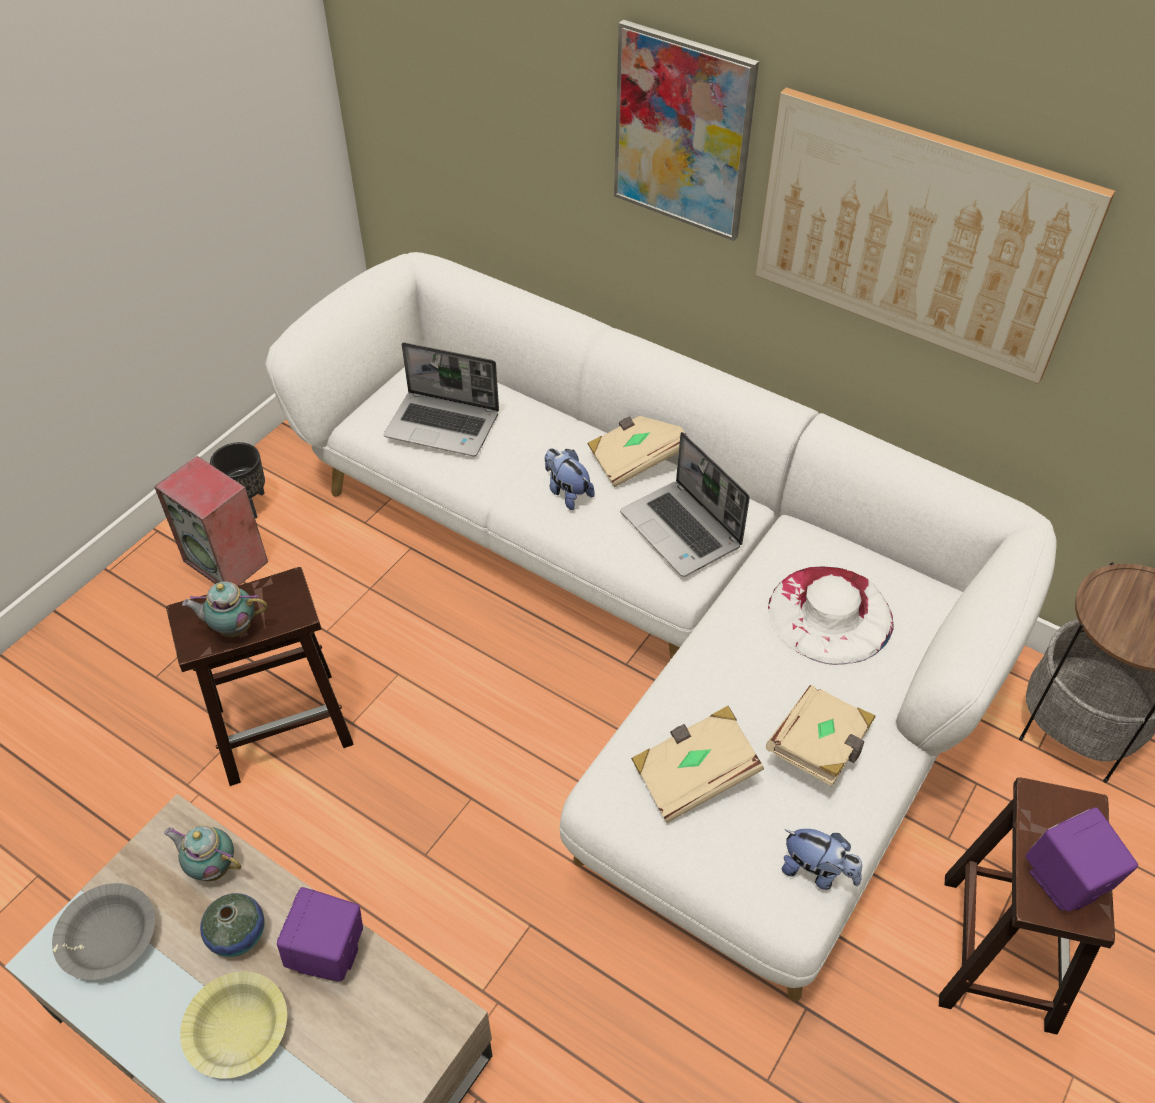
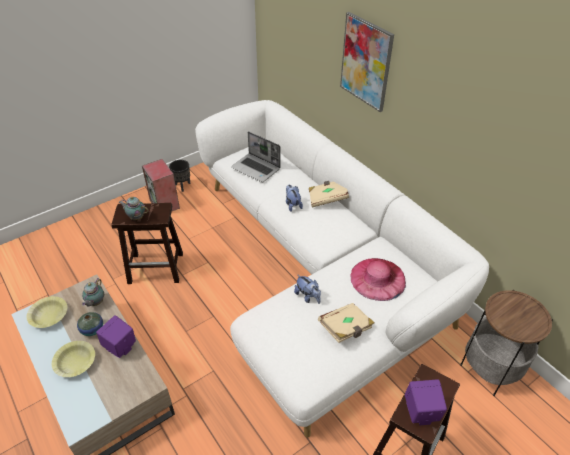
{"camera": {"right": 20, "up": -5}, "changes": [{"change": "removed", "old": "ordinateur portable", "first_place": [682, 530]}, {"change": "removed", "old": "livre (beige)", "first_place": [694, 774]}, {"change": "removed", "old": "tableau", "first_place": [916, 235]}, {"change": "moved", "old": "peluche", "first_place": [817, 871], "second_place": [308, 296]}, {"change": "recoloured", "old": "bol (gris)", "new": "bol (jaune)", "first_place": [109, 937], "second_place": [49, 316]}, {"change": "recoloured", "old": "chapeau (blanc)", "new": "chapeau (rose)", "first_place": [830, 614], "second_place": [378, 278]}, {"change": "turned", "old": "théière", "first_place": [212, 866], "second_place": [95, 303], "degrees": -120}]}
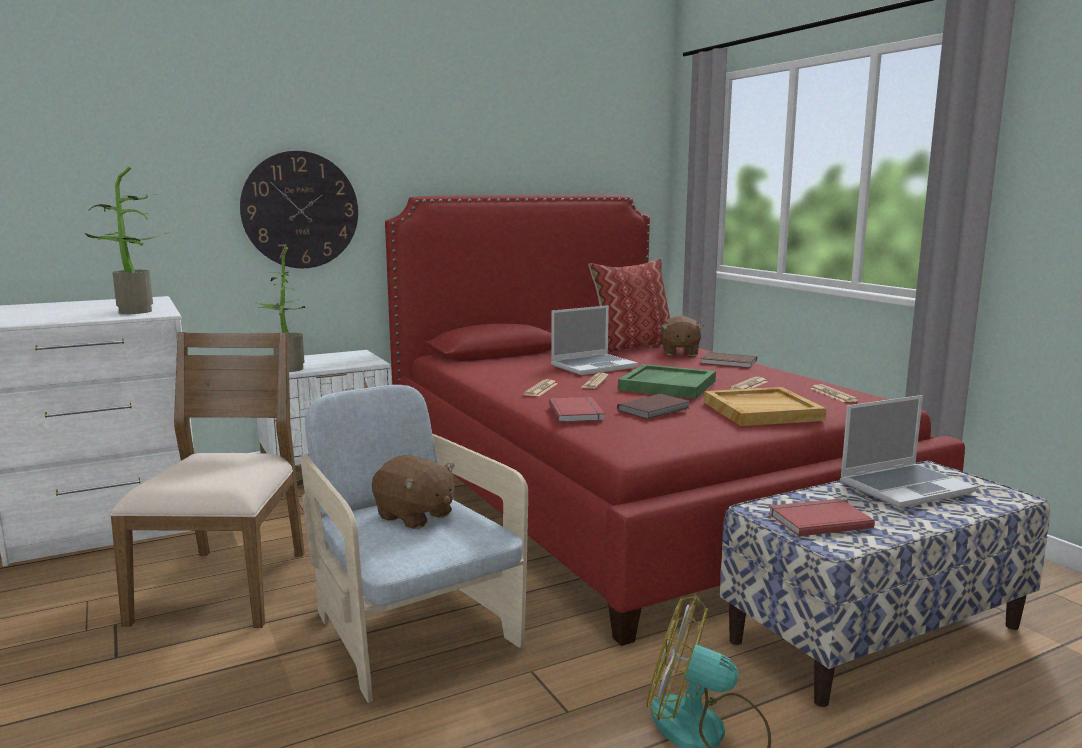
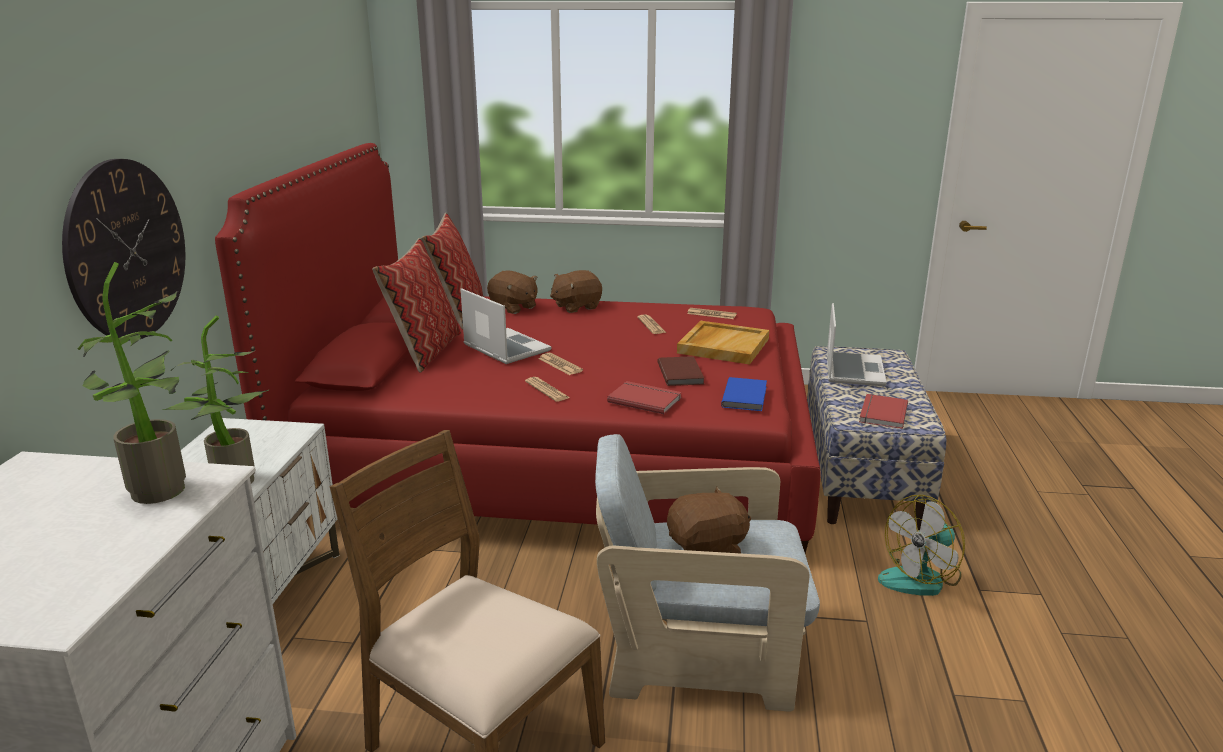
{"camera": {"right": -55, "up": 10}, "changes": [{"change": "removed", "old": "plateau (vert)", "first_place": [667, 385]}, {"change": "added", "new": "coussin", "second_place": [424, 351]}, {"change": "added", "new": "livre (bleu)", "second_place": [746, 396]}, {"change": "replaced", "old": "livre (marron)", "new": "peluche (marron)", "first_place": [728, 363], "second_place": [576, 307]}, {"change": "turned", "old": "ordinateur portable", "first_place": [594, 366], "second_place": [505, 348], "degrees": -45}]}
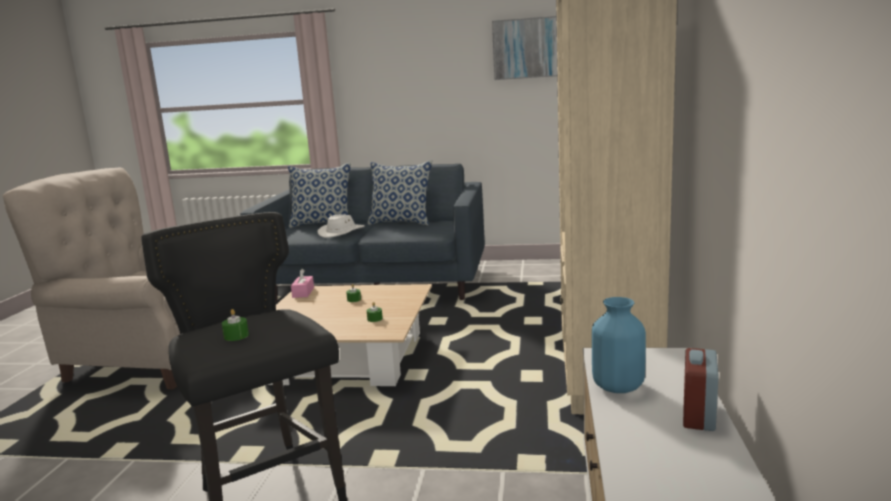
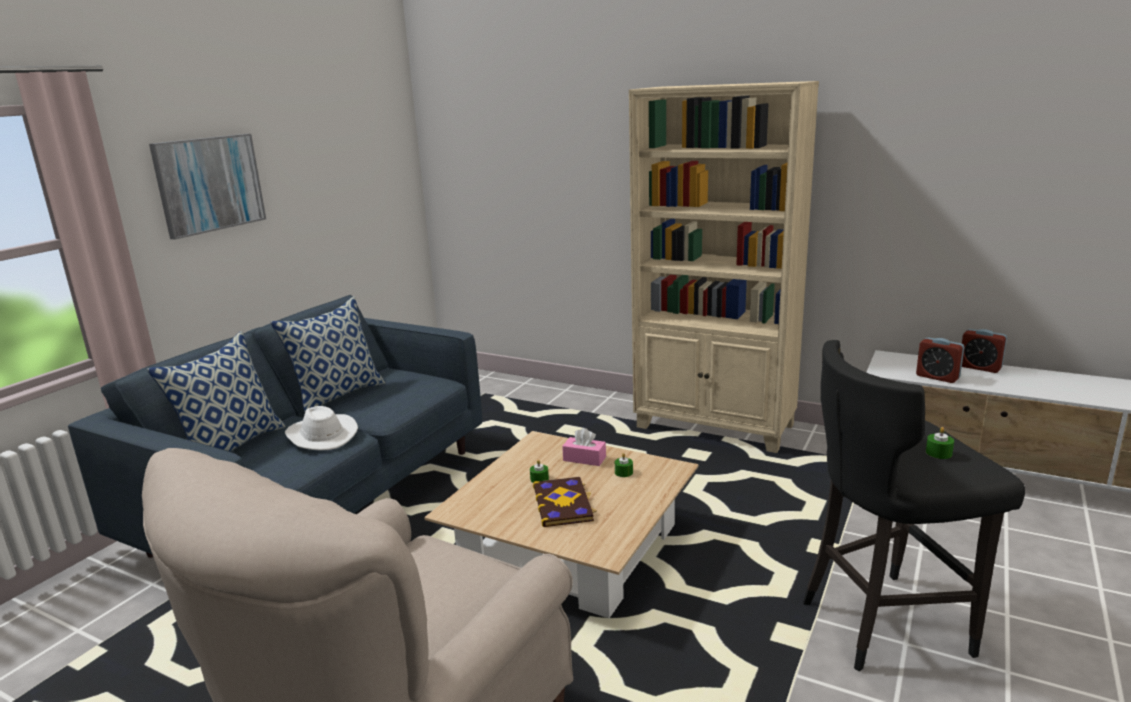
{"camera": {"right": -70, "up": 5}, "changes": [{"change": "added", "new": "livre", "second_place": [563, 503]}, {"change": "moved", "old": "boîte à mouchoirs (rose)", "first_place": [303, 292], "second_place": [584, 459]}, {"change": "moved", "old": "tableau", "first_place": [528, 48], "second_place": [209, 184]}, {"change": "replaced", "old": "vase (bleu)", "new": "réveil", "first_place": [618, 387], "second_place": [937, 377]}]}
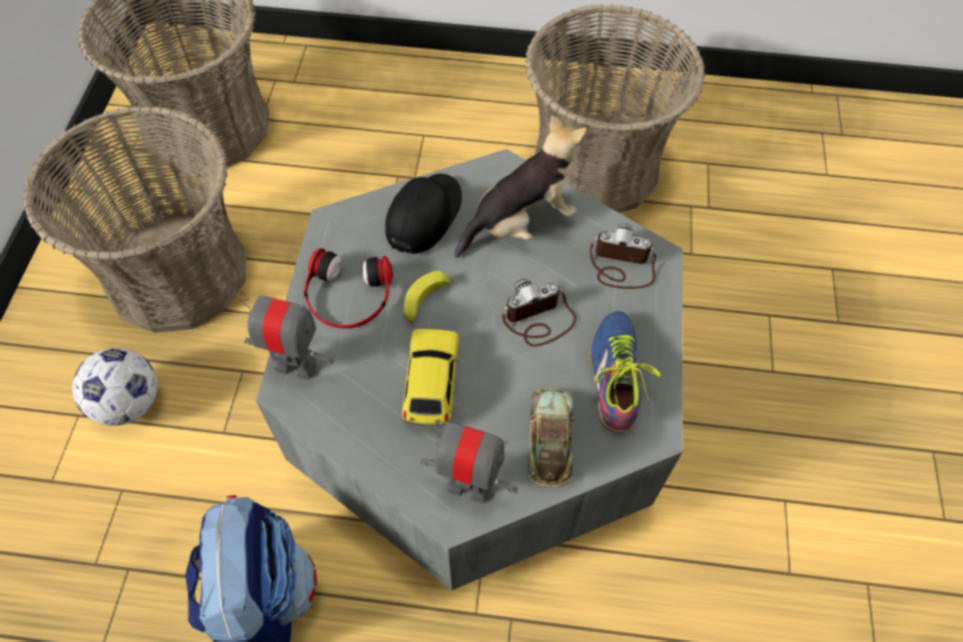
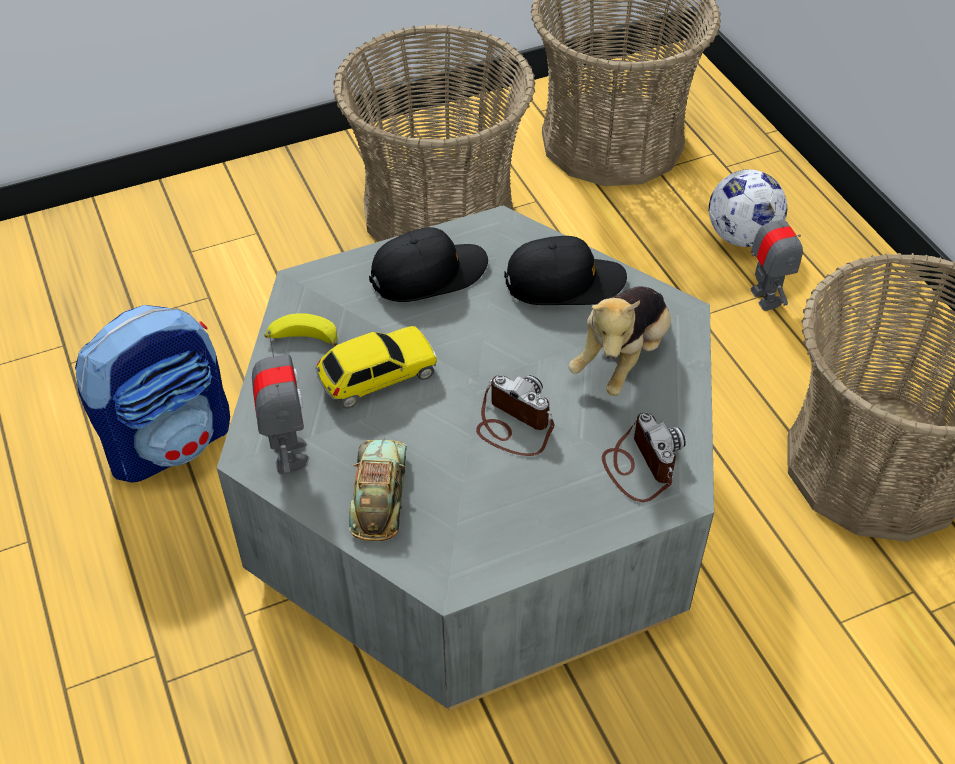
{"camera": {"right": 60, "up": -10}, "changes": [{"change": "removed", "old": "chaussure", "first_place": [615, 375]}, {"change": "moved", "old": "ballon de foot", "first_place": [129, 403], "second_place": [741, 237]}, {"change": "moved", "old": "robot jouet", "first_place": [295, 365], "second_place": [765, 297]}, {"change": "moved", "old": "banane", "first_place": [425, 301], "second_place": [302, 339]}, {"change": "replaced", "old": "casque audio", "new": "casquette (noir)", "first_place": [348, 295], "second_place": [428, 274]}, {"change": "turned", "old": "peluche", "first_place": [521, 223], "second_place": [622, 358], "degrees": 90}, {"change": "turned", "old": "petite voiture", "first_place": [550, 440], "second_place": [379, 494], "degrees": -60}]}
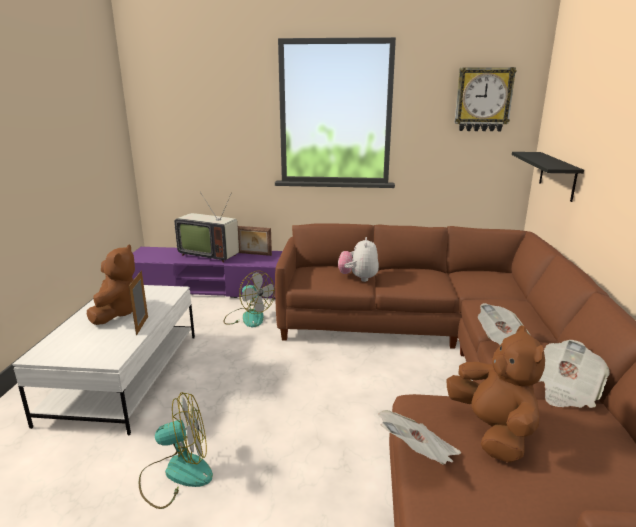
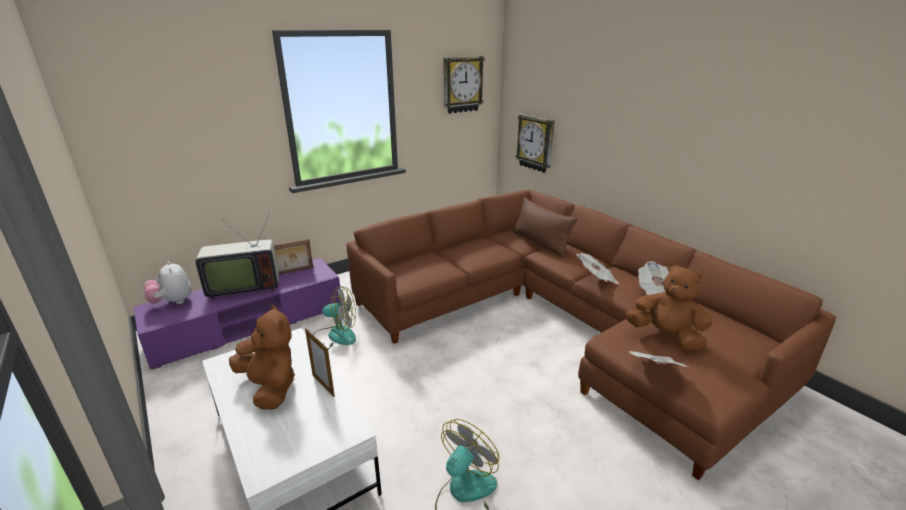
{"camera": {"right": -40, "up": 5}, "changes": [{"change": "added", "new": "coussin (marron)", "second_place": [540, 243]}, {"change": "moved", "old": "peluche", "first_place": [358, 278], "second_place": [173, 302]}, {"change": "replaced", "old": "étagère (noir)", "new": "horloge murale", "first_place": [557, 176], "second_place": [536, 143]}]}
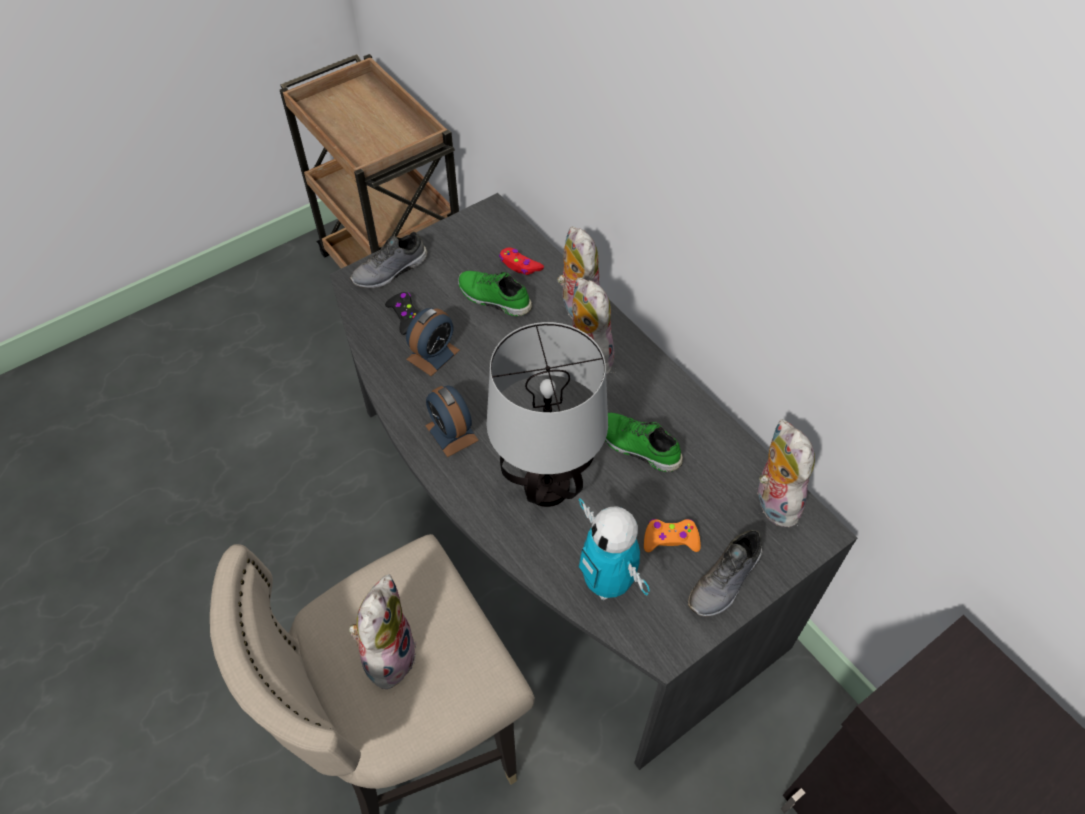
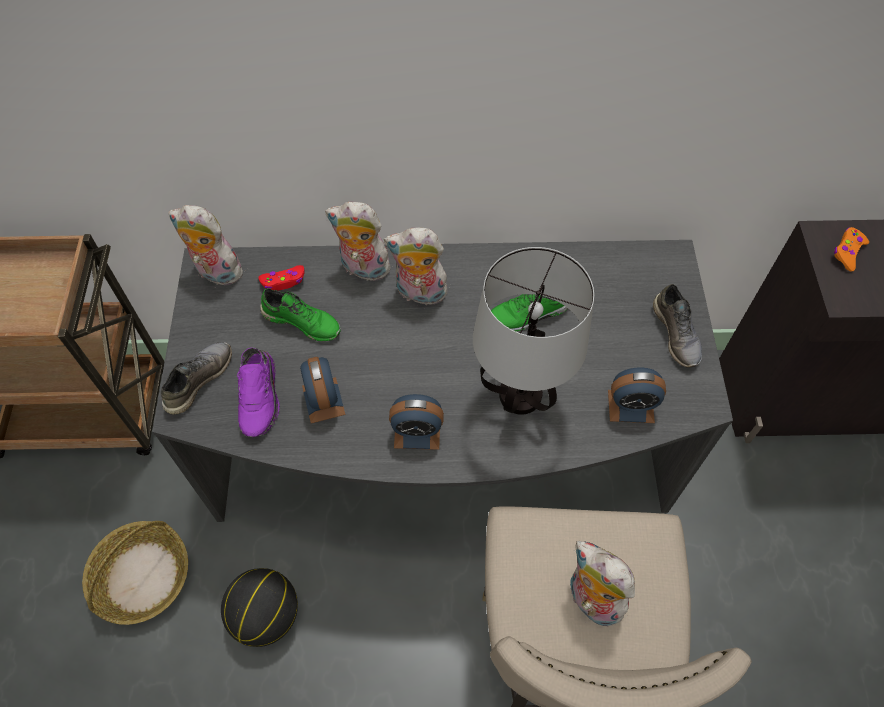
{"camera": {"right": -55, "up": 5}, "changes": [{"change": "added", "new": "panier", "second_place": [142, 576]}, {"change": "added", "new": "ballon de basket", "second_place": [267, 615]}, {"change": "moved", "old": "manette (orange)", "first_place": [670, 539], "second_place": [847, 252]}, {"change": "moved", "old": "peluche", "first_place": [772, 501], "second_place": [215, 272]}, {"change": "replaced", "old": "manette (noir)", "new": "chaussure (violet)", "first_place": [405, 316], "second_place": [261, 397]}, {"change": "replaced", "old": "robot jouet", "new": "réveil", "first_place": [607, 582], "second_place": [630, 406]}, {"change": "turned", "old": "chaussure (gris)", "first_place": [391, 271], "second_place": [198, 380], "degrees": -150}, {"change": "turned", "old": "chaussure (vert)", "first_place": [493, 299], "second_place": [302, 321], "degrees": -135}]}
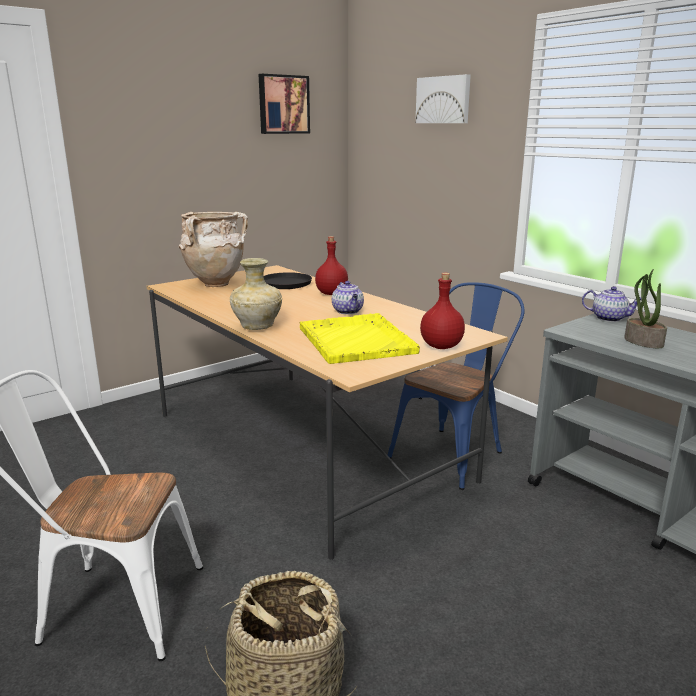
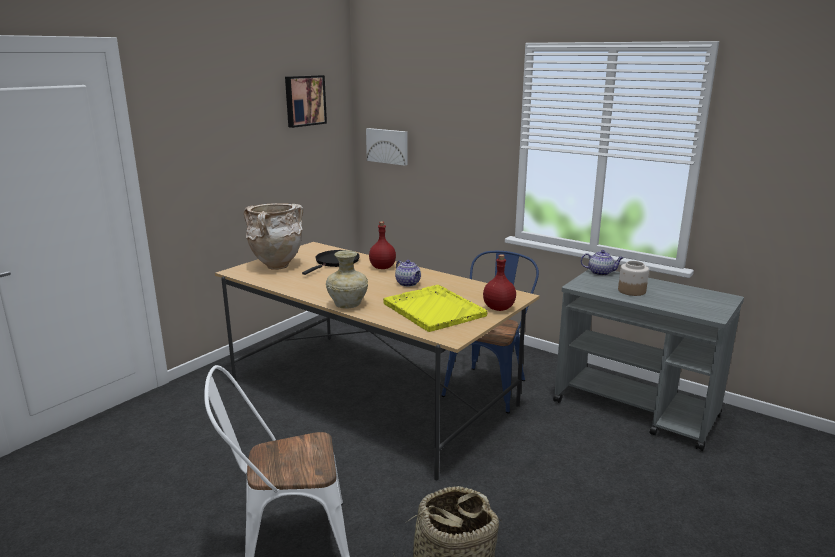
{"camera": {"right": -15, "up": 0}, "changes": [{"change": "moved", "old": "tableau", "first_place": [444, 100], "second_place": [388, 146]}, {"change": "replaced", "old": "plante en pot", "new": "bocal", "first_place": [642, 342], "second_place": [631, 291]}]}
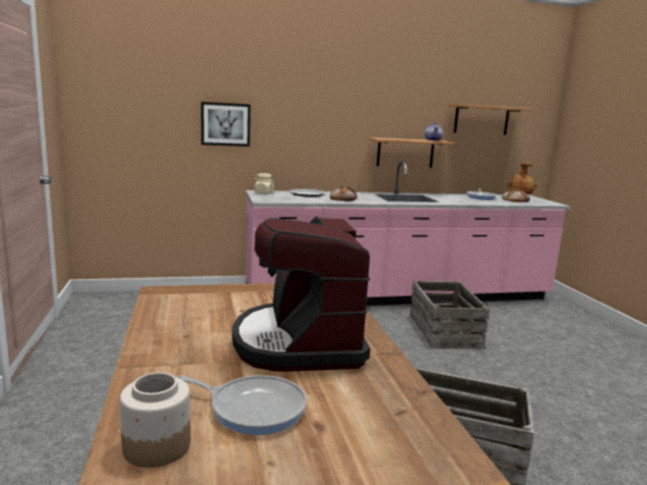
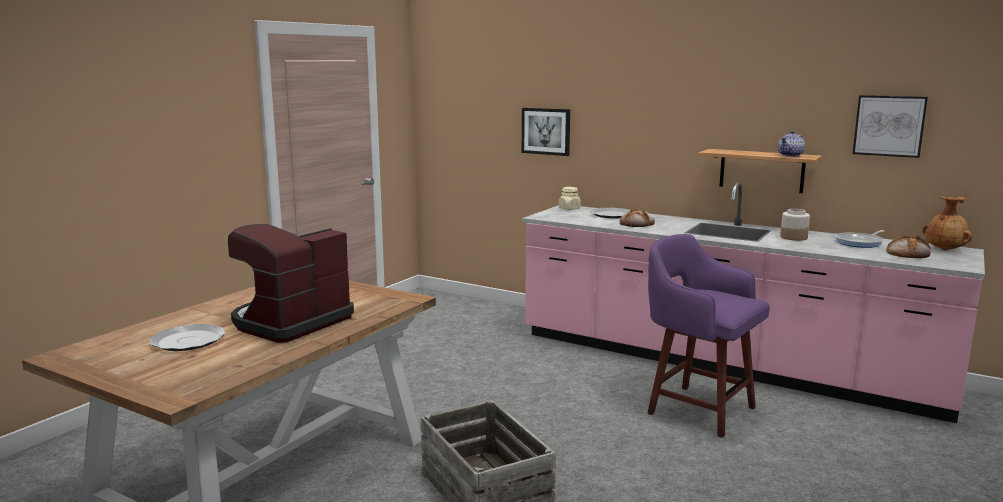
{"camera": {"right": 45, "up": 0}, "changes": [{"change": "moved", "old": "bocal", "first_place": [156, 447], "second_place": [793, 237]}, {"change": "replaced", "old": "poêle", "new": "assiette", "first_place": [253, 408], "second_place": [188, 340]}, {"change": "replaced", "old": "caisse", "new": "tabouret (violet)", "first_place": [443, 331], "second_place": [697, 409]}, {"change": "replaced", "old": "étagère", "new": "tableau", "first_place": [481, 120], "second_place": [889, 125]}]}
